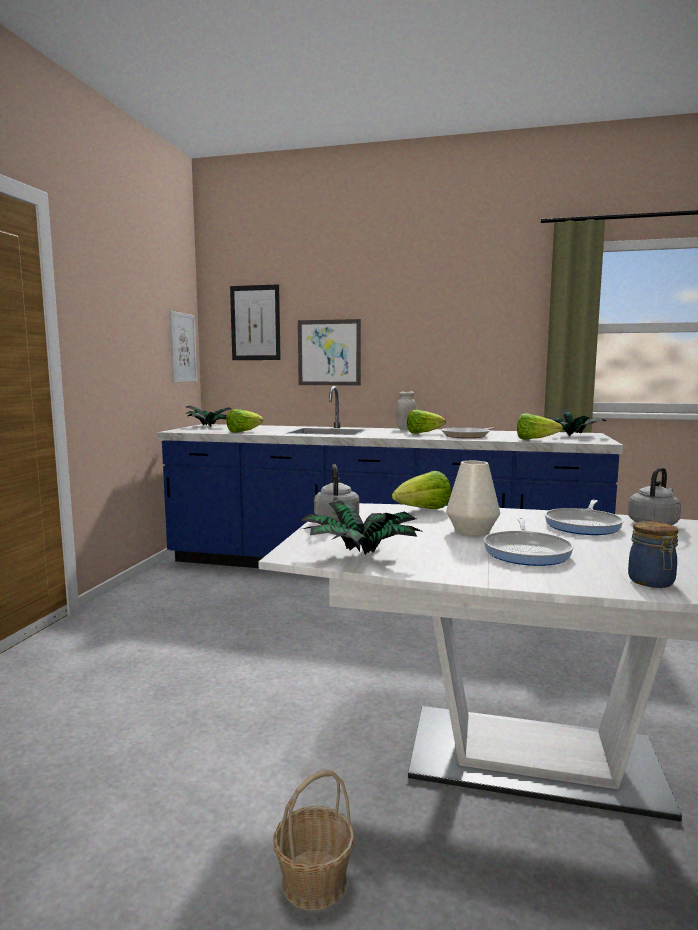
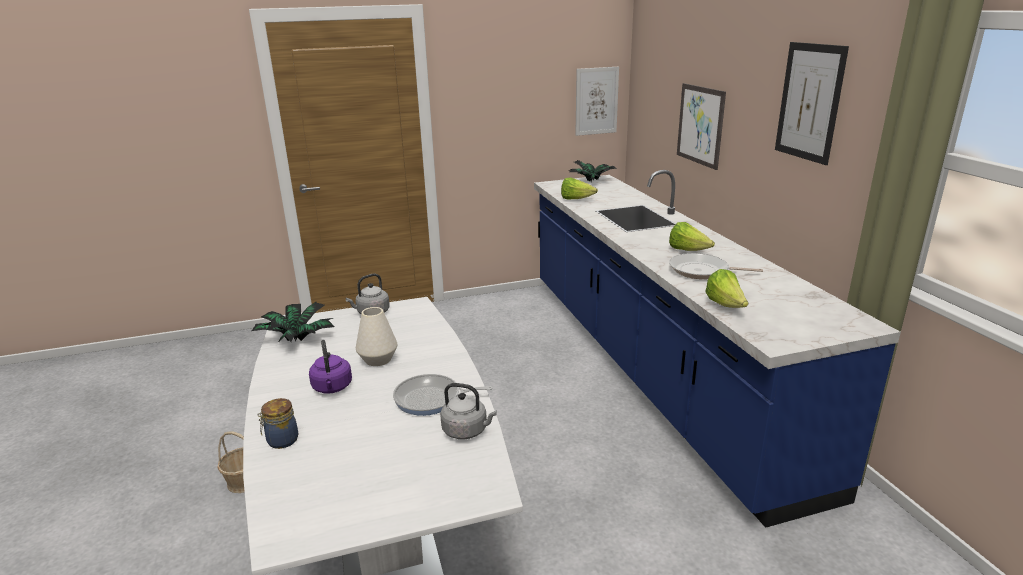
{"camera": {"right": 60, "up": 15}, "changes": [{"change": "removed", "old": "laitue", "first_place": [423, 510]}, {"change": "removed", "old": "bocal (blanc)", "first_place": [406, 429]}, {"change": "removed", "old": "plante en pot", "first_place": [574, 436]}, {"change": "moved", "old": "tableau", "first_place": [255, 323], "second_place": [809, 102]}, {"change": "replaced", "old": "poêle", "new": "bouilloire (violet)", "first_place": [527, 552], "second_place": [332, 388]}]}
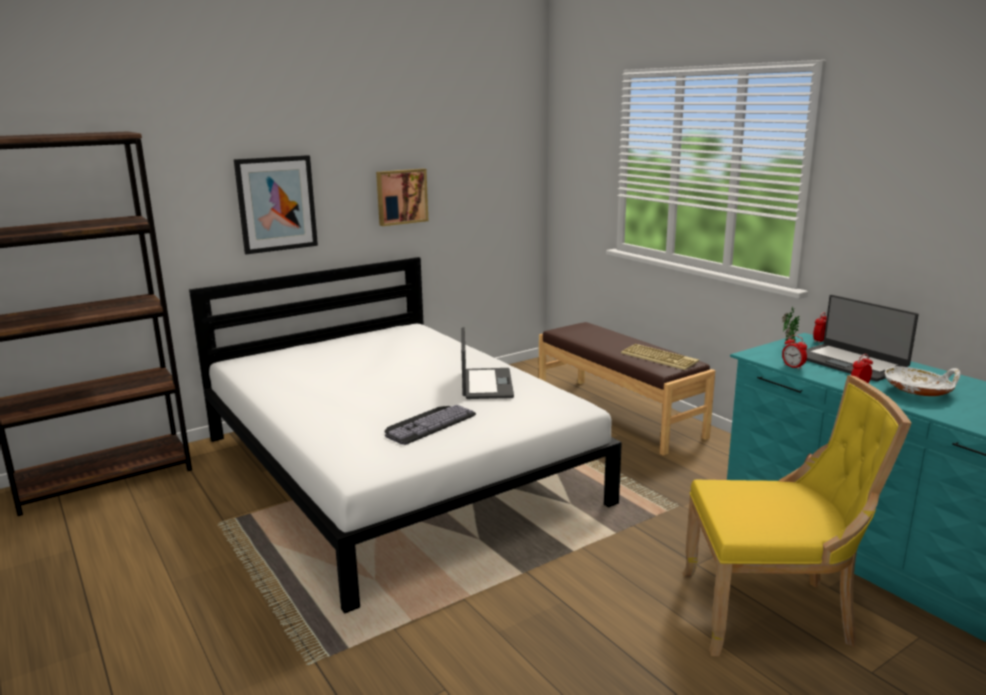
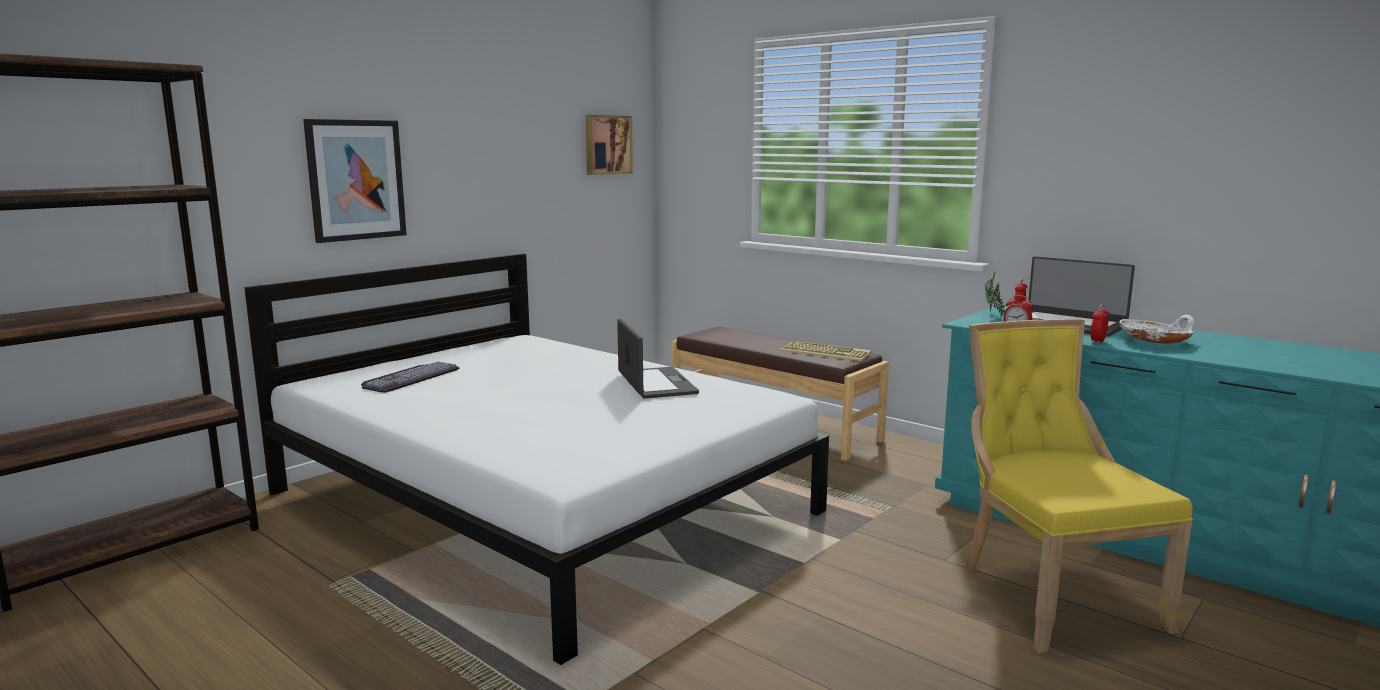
{"camera": {"right": -15, "up": -5}, "changes": [{"change": "moved", "old": "tableau", "first_place": [401, 196], "second_place": [607, 145]}, {"change": "moved", "old": "clavier", "first_place": [428, 423], "second_place": [408, 377]}, {"change": "turned", "old": "chaise (jaune)", "first_place": [772, 612], "second_place": [1050, 595], "degrees": -90}]}
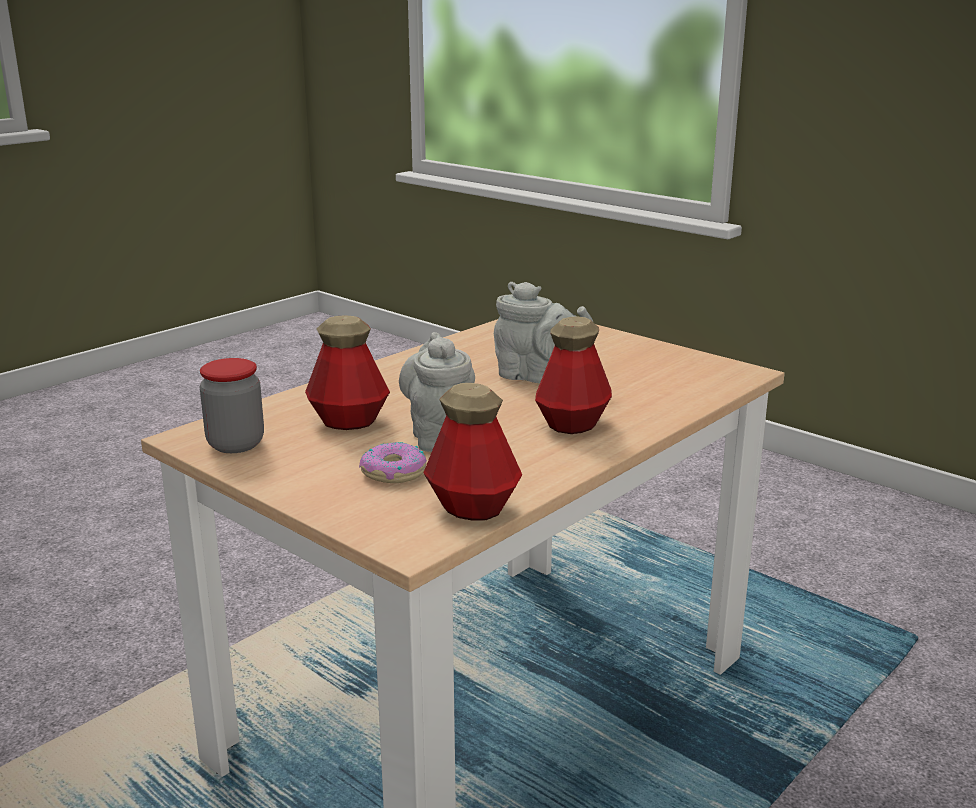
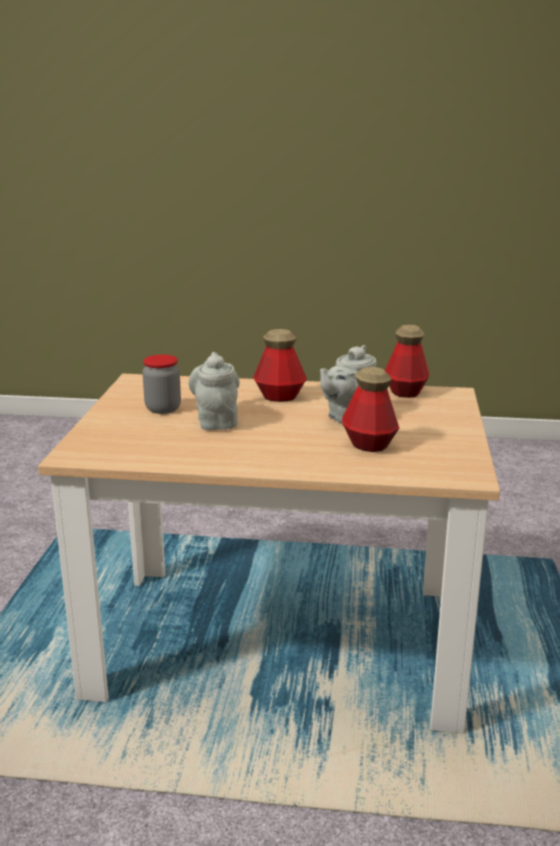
{"camera": {"right": -125, "up": 0}, "changes": [{"change": "removed", "old": "beignet", "first_place": [393, 472]}, {"change": "moved", "old": "bocal", "first_place": [236, 444], "second_place": [163, 409]}]}
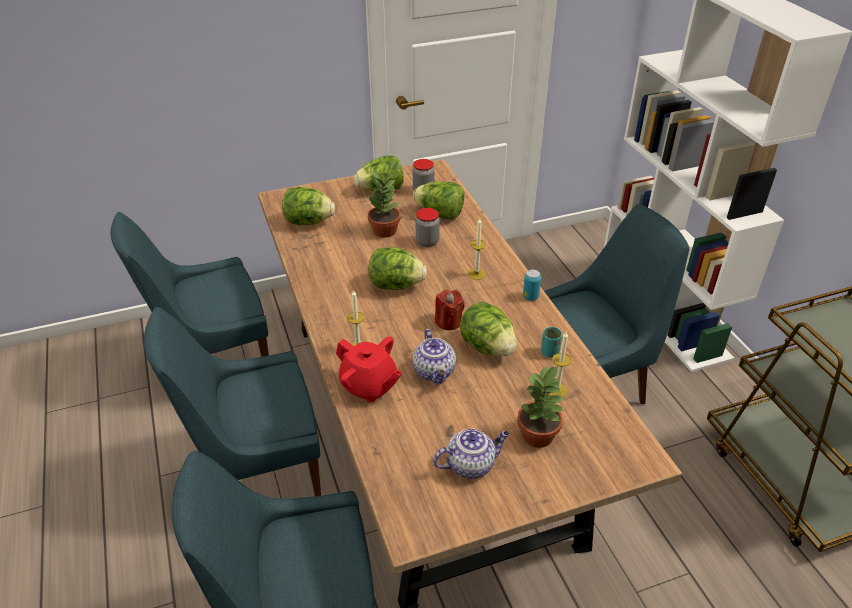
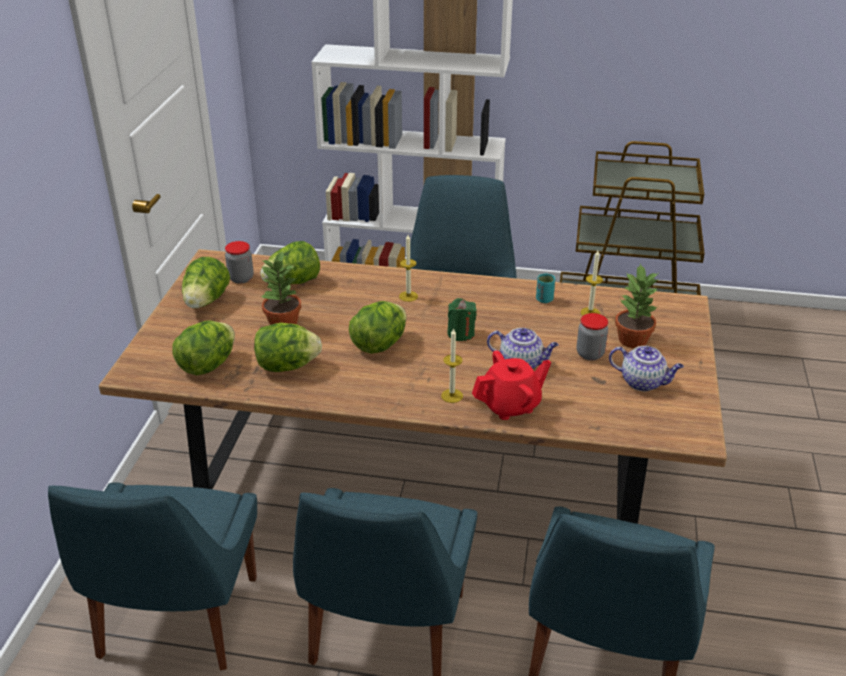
{"camera": {"right": -60, "up": -5}, "changes": [{"change": "removed", "old": "boîte métallique", "first_place": [530, 297]}, {"change": "moved", "old": "bocal", "first_place": [427, 241], "second_place": [590, 354]}, {"change": "moved", "old": "laitue", "first_place": [487, 347], "second_place": [287, 366]}, {"change": "recoloured", "old": "bougie (rouge)", "new": "bougie (vert)", "first_place": [448, 321], "second_place": [461, 333]}, {"change": "turned", "old": "théière", "first_place": [471, 464], "second_place": [643, 382], "degrees": 105}]}
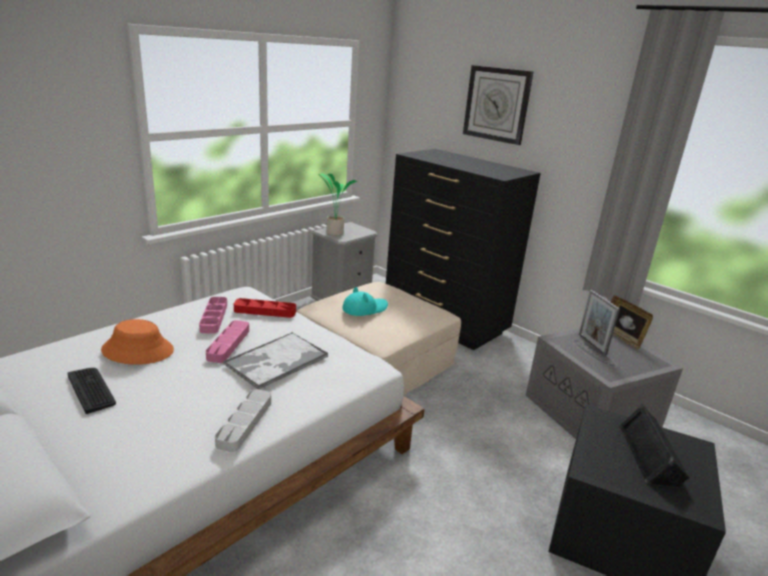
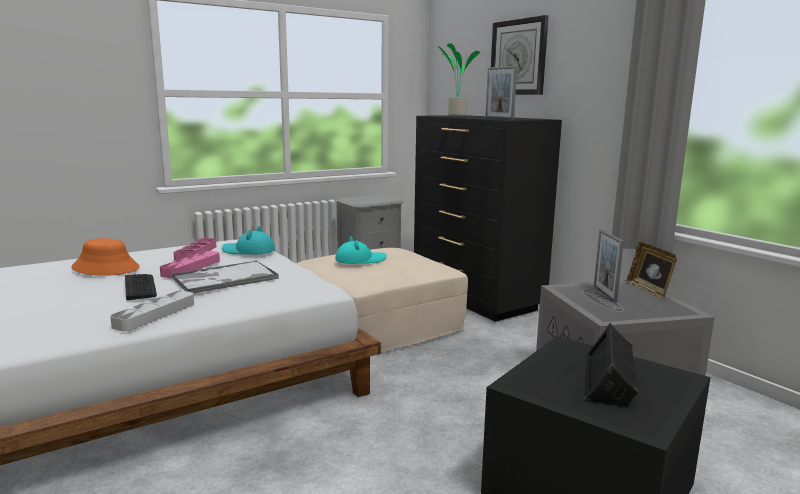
{"camera": {"right": 15, "up": -10}, "changes": [{"change": "added", "new": "cadre photo", "second_place": [499, 118]}, {"change": "moved", "old": "clavier", "first_place": [91, 389], "second_place": [140, 287]}, {"change": "moved", "old": "plante en pot", "first_place": [333, 233], "second_place": [455, 115]}, {"change": "replaced", "old": "plateau (rouge)", "new": "chapeau (turquoise)", "first_place": [265, 311], "second_place": [248, 251]}]}
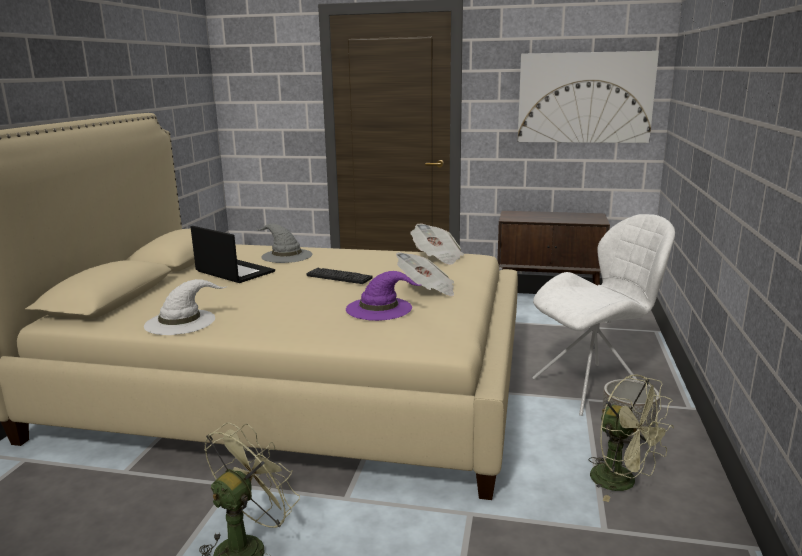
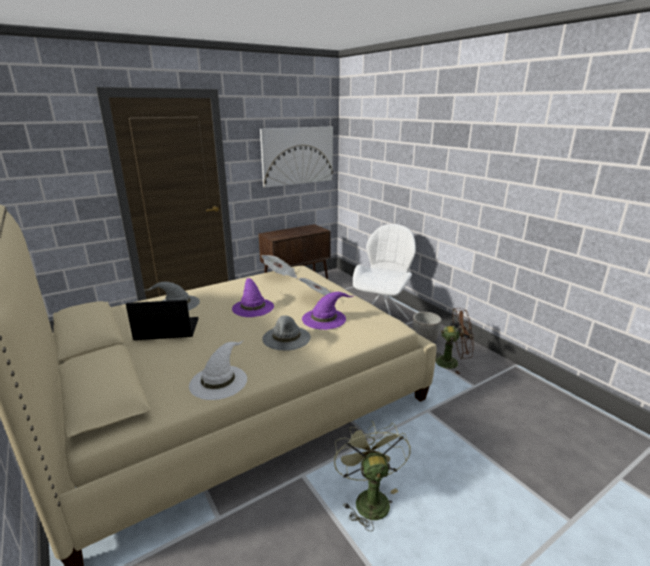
{"camera": {"right": -45, "up": 5}, "changes": [{"change": "added", "new": "chapeau (gris)", "second_place": [286, 338]}, {"change": "replaced", "old": "clavier", "new": "chapeau (violet)", "first_place": [339, 277], "second_place": [252, 307]}, {"change": "recoloured", "old": "ventilateur (vert)", "new": "ventilateur (marron)", "first_place": [623, 482], "second_place": [452, 362]}]}
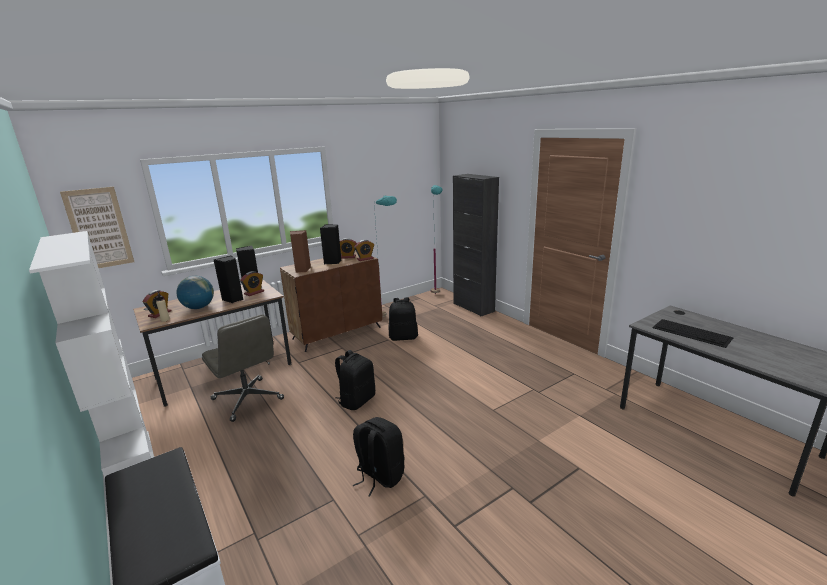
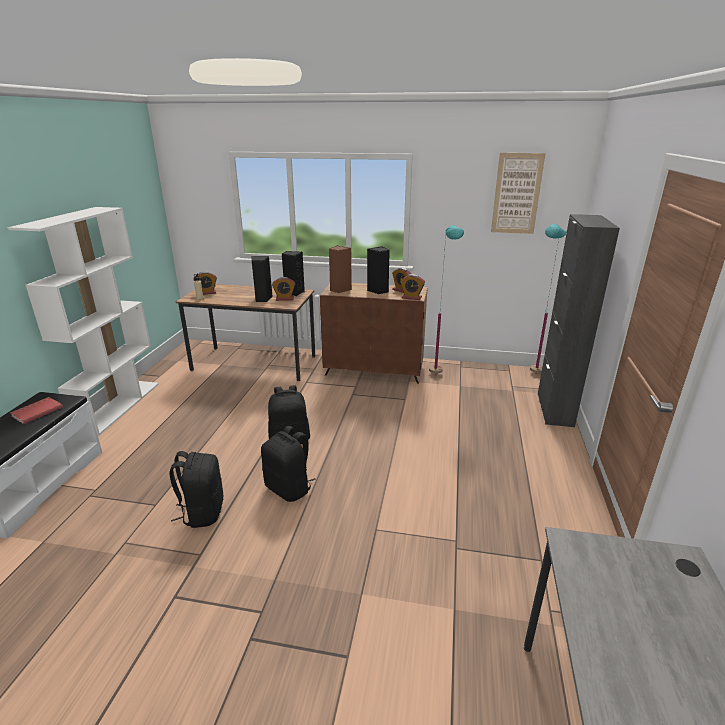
{"camera": {"right": 45, "up": 5}, "changes": [{"change": "removed", "old": "globe", "first_place": [198, 307]}, {"change": "removed", "old": "chaise de bureau (gris)", "first_place": [248, 399]}, {"change": "removed", "old": "clavier", "first_place": [692, 333]}, {"change": "added", "new": "livre (rouge)", "second_place": [36, 411]}, {"change": "moved", "old": "tableau", "first_place": [99, 228], "second_place": [516, 194]}, {"change": "moved", "old": "sac à dos (noir)", "first_place": [403, 337], "second_place": [289, 488]}]}
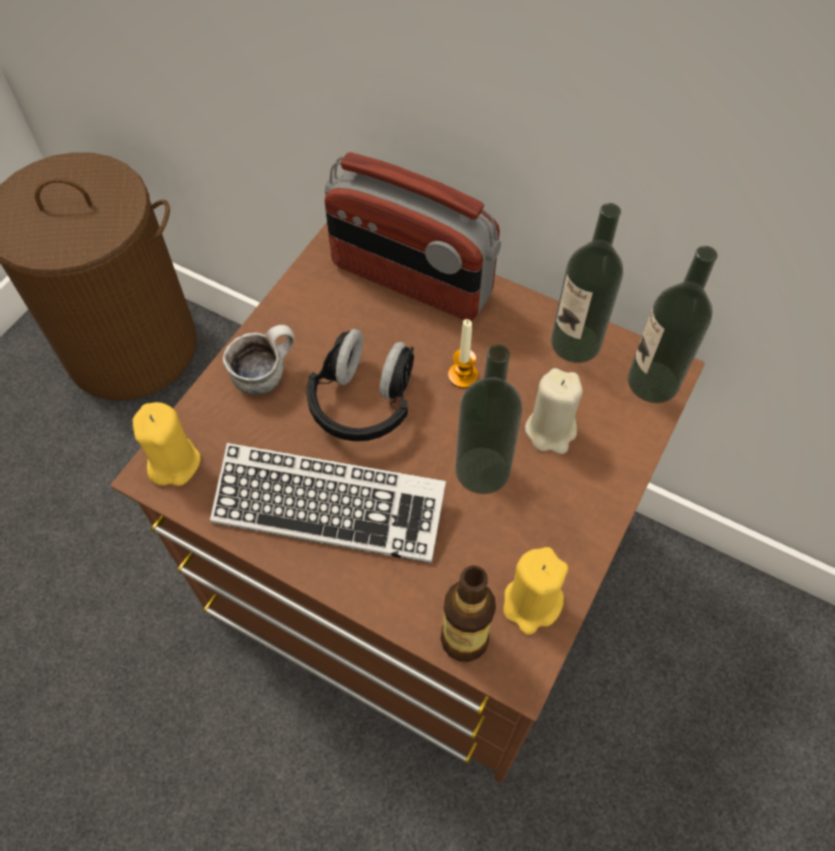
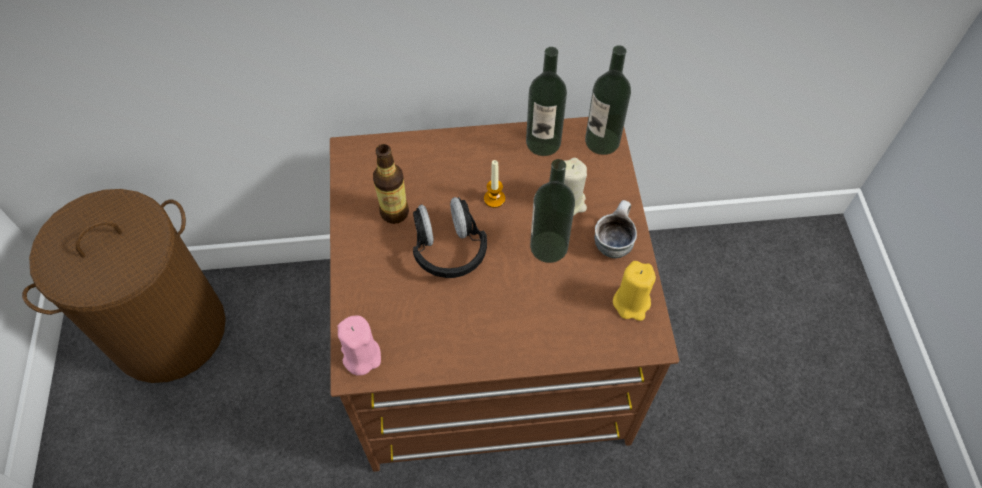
{"camera": {"right": -35, "up": 0}, "changes": [{"change": "removed", "old": "clavier", "first_place": [329, 507]}, {"change": "removed", "old": "radio", "first_place": [410, 280]}, {"change": "moved", "old": "mug", "first_place": [265, 373], "second_place": [612, 240]}, {"change": "moved", "old": "bouteille", "first_place": [464, 639], "second_place": [394, 212]}, {"change": "recoloured", "old": "bougie (jaune)", "new": "bougie (rose)", "first_place": [174, 462], "second_place": [361, 356]}]}
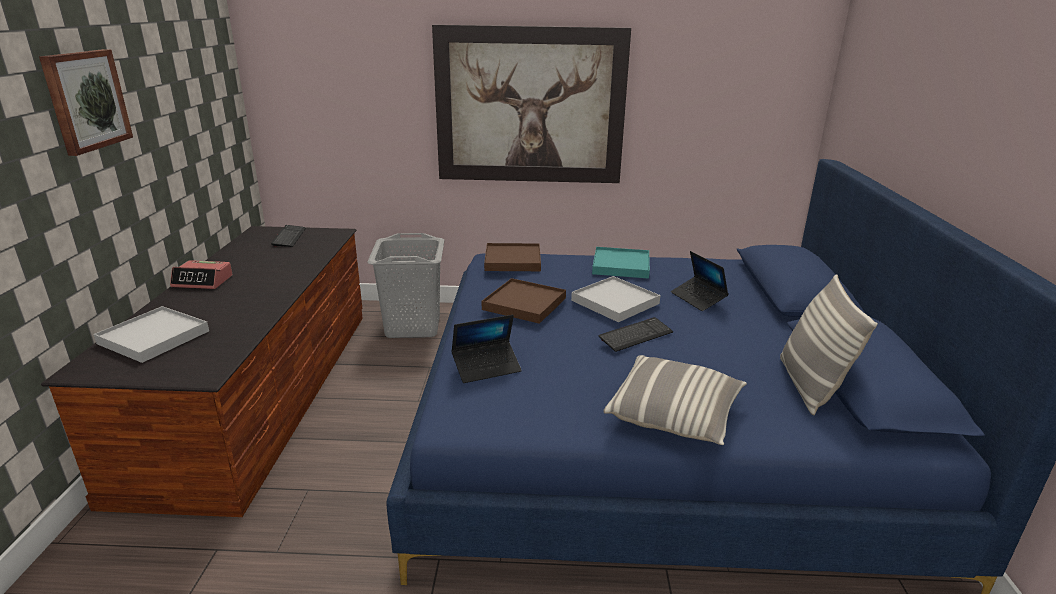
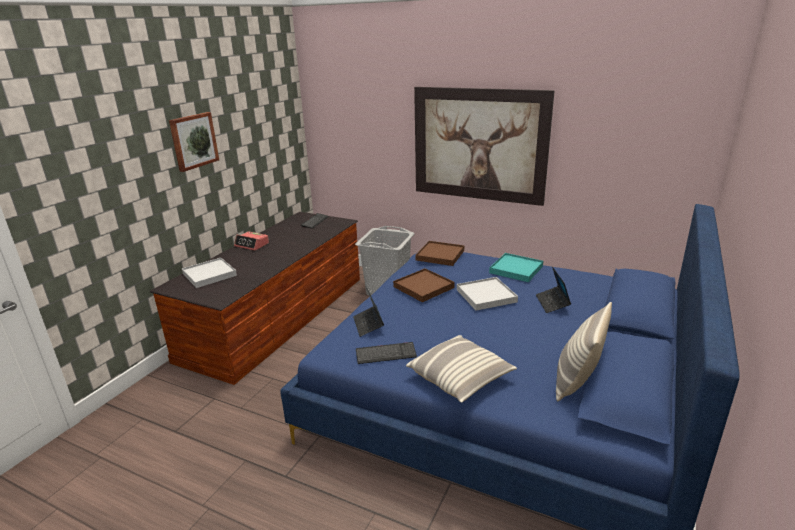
{"camera": {"right": 25, "up": 0}, "changes": [{"change": "moved", "old": "clavier", "first_place": [635, 336], "second_place": [386, 354]}, {"change": "turned", "old": "ordinateur portable", "first_place": [486, 367], "second_place": [368, 324], "degrees": 75}]}
